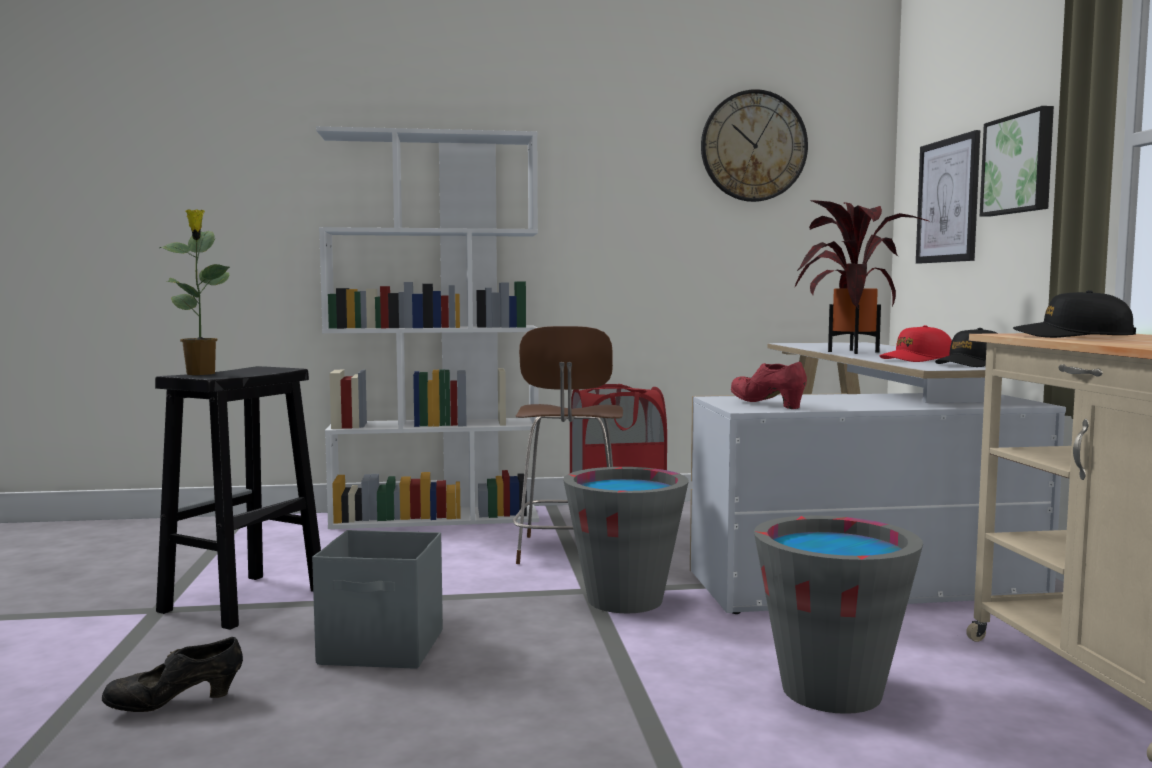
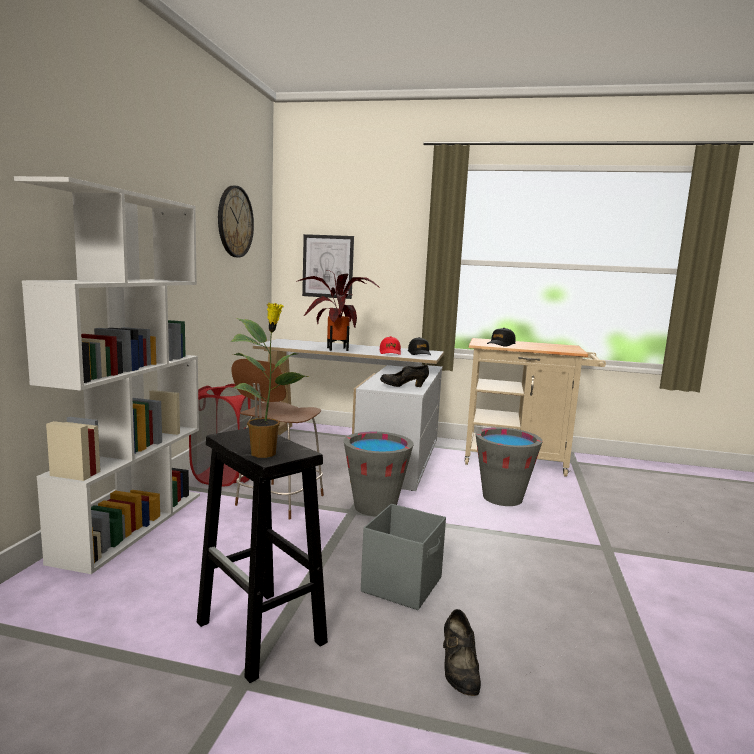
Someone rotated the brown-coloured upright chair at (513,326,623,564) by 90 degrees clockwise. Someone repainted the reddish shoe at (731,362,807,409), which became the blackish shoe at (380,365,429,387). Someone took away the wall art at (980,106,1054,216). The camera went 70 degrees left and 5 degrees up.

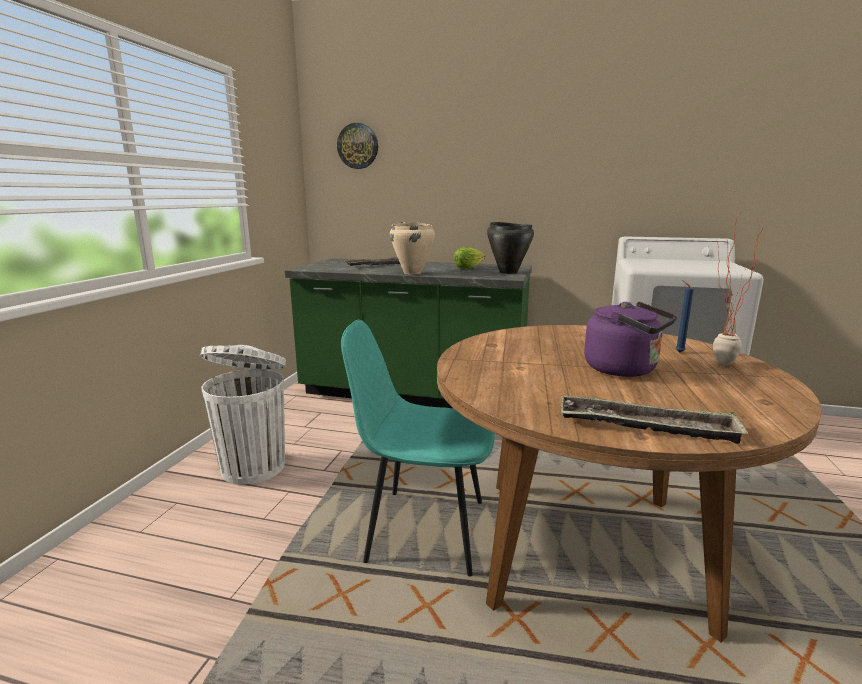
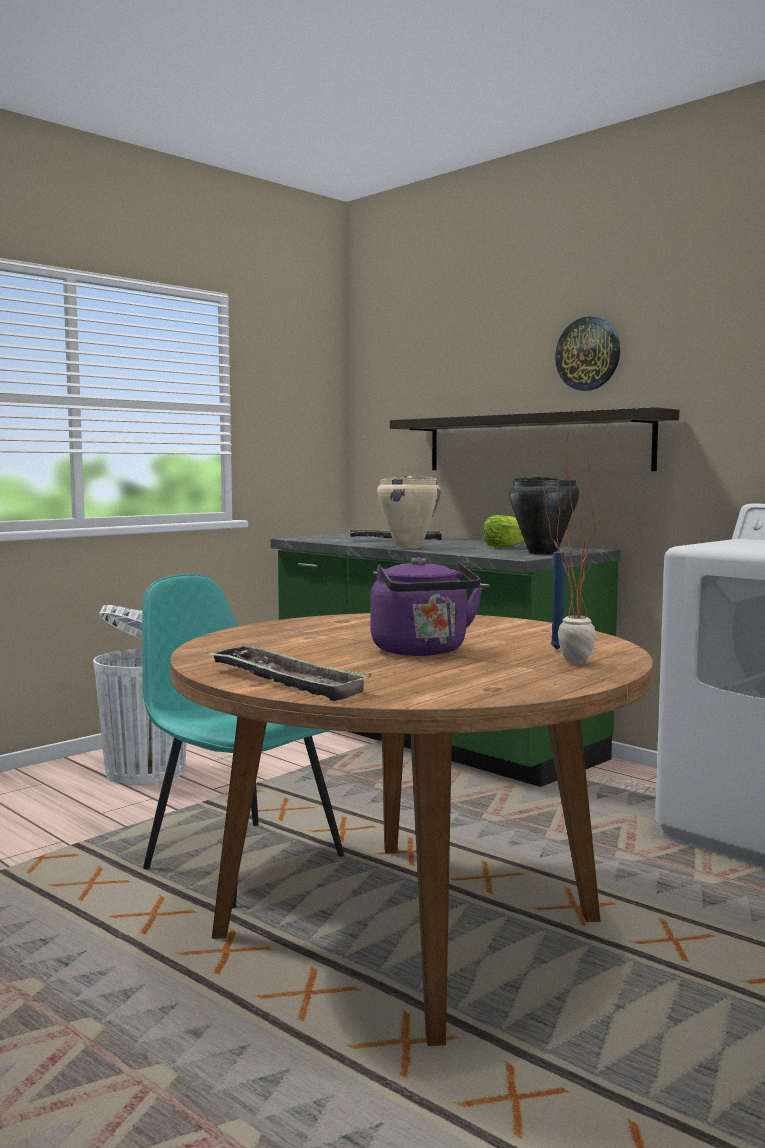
Someone carried the hanging clock from (337,123,378,169) to (555,316,620,391). Someone put up the shelf at (390,407,679,471). The camera went 30 degrees right and 10 degrees down.

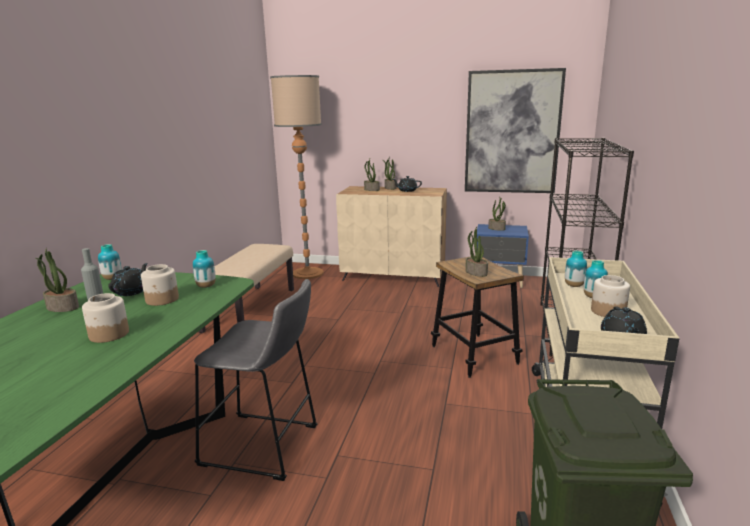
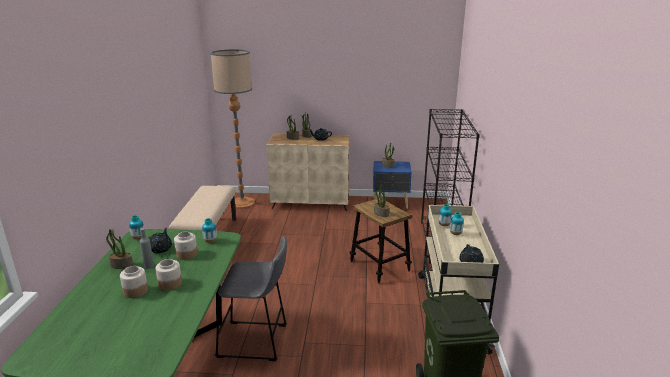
Someone took away the wall art at (465,68,566,193). Someone carried the storage jar from (591,275,630,317) to (120,266,148,298). The camera went 10 degrees left and 5 degrees up.

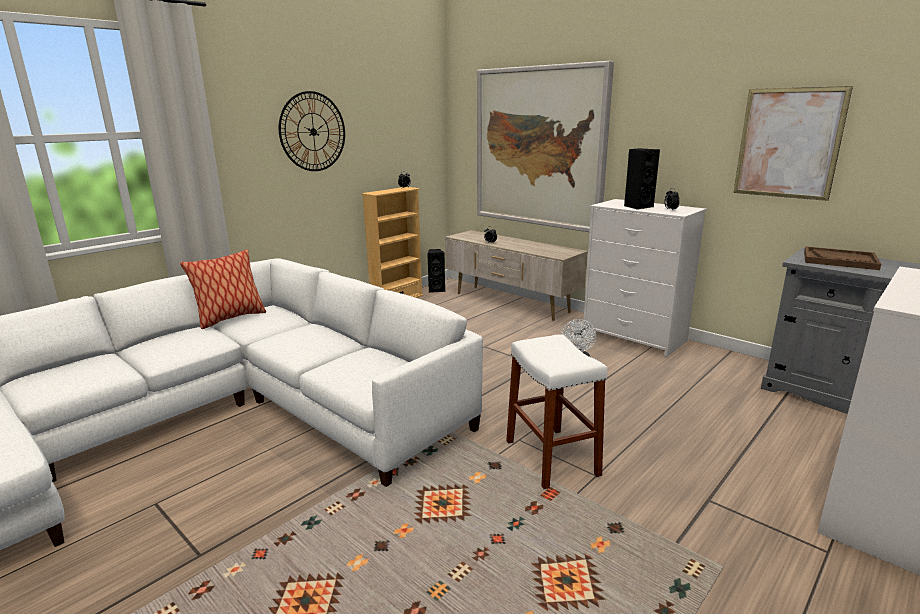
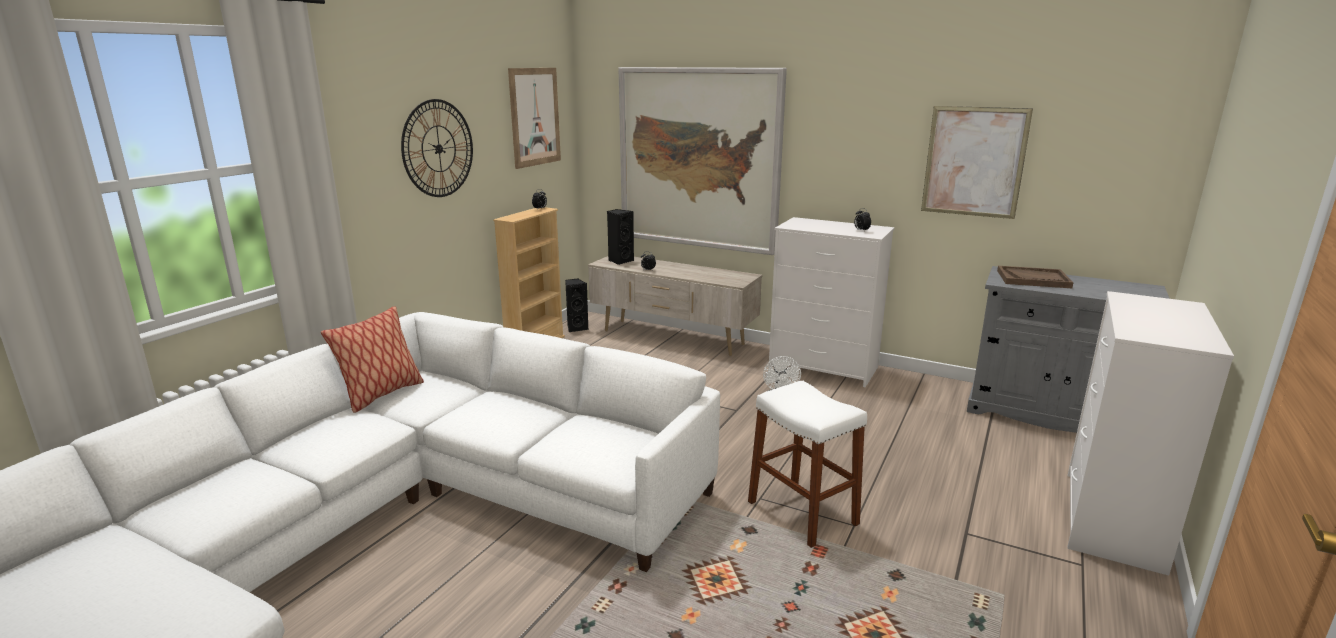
Someone carried the blackish speaker from (624,148,660,210) to (607,209,634,265). Someone put up the wall art at (508,68,561,169). The camera went 15 degrees left and 0 degrees up.

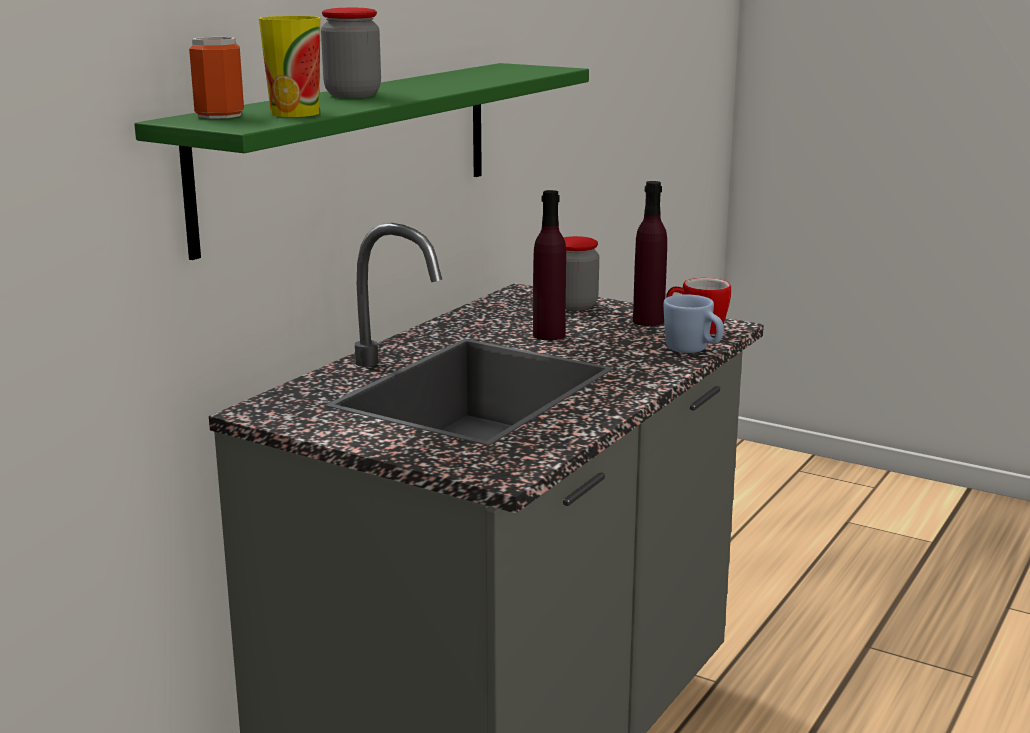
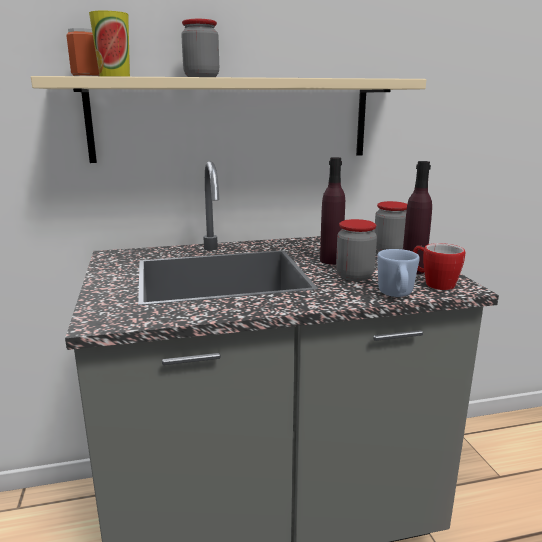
Someone repainted the green-coloured shelf at (134,63,589,260), which became the sand-coloured shelf at (31,76,426,163). Someone put down the storage jar at (336,219,377,281). The camera went 45 degrees right and 0 degrees up.

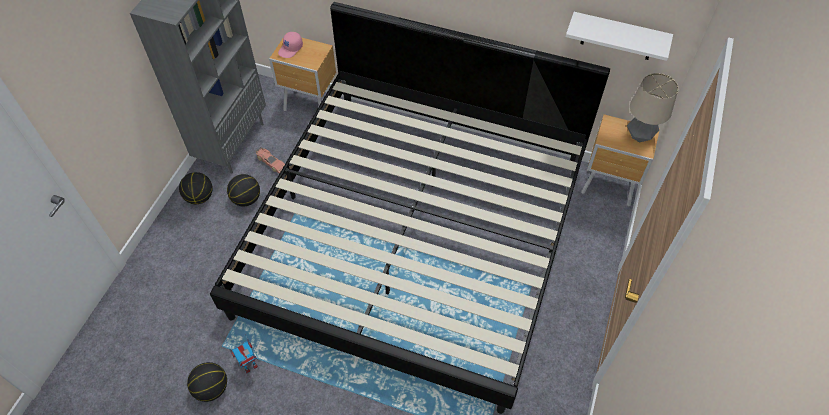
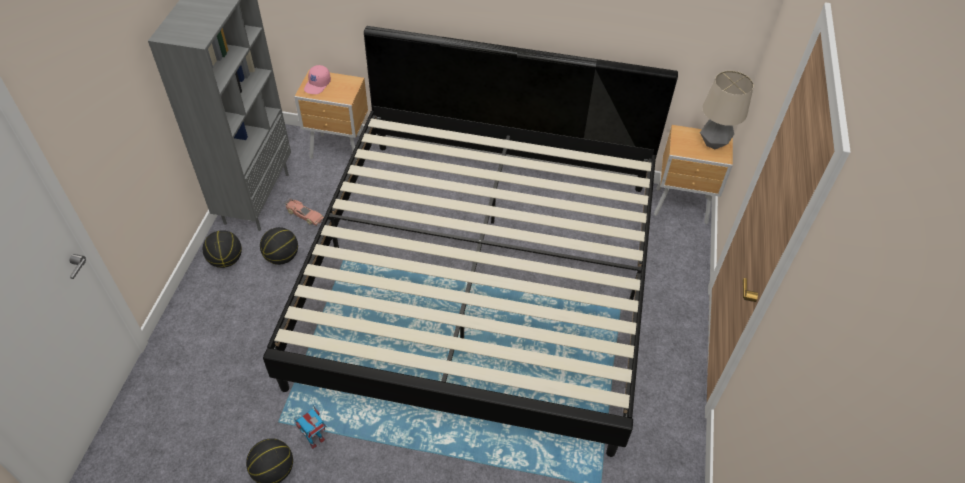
Someone took away the whitish shelf at (566,12,673,61). The camera went 10 degrees left and 5 degrees down.

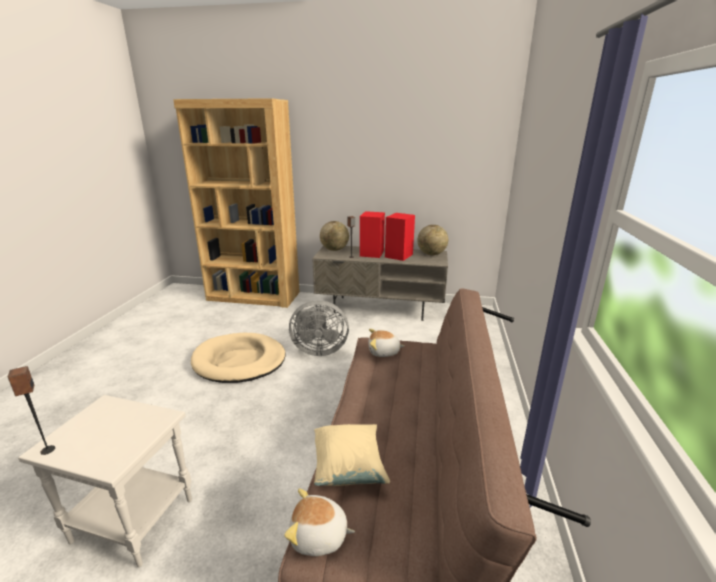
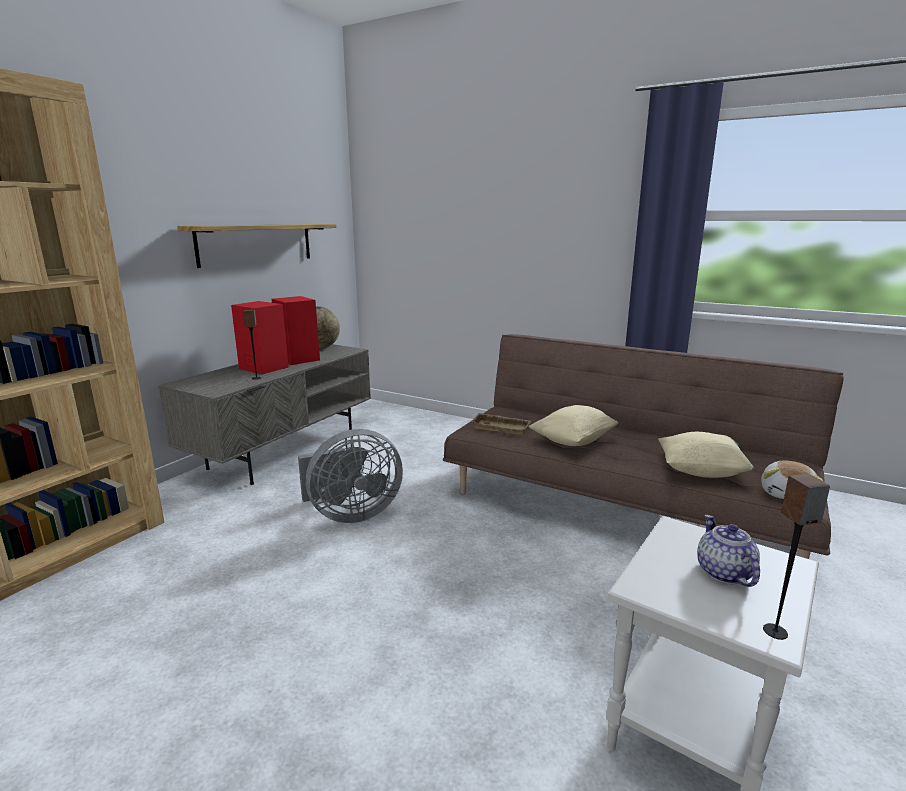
Someone took away the sand-coloured dog bed at (191,333,285,383). Someone rotated the greyish fan at (289,300,349,356) by 45 degrees clockwise. Someone took away the globe at (320,221,349,251). Someone swapped the plush toy at (368,329,404,357) for the sand-coloured carrying tray at (471,413,531,435). Someone put up the shelf at (177,224,337,268). Someone put down the sand-coloured throw pillow at (529,405,619,446). Someone put down the pot for tea at (697,515,760,587). The camera went 70 degrees left and 5 degrees down.

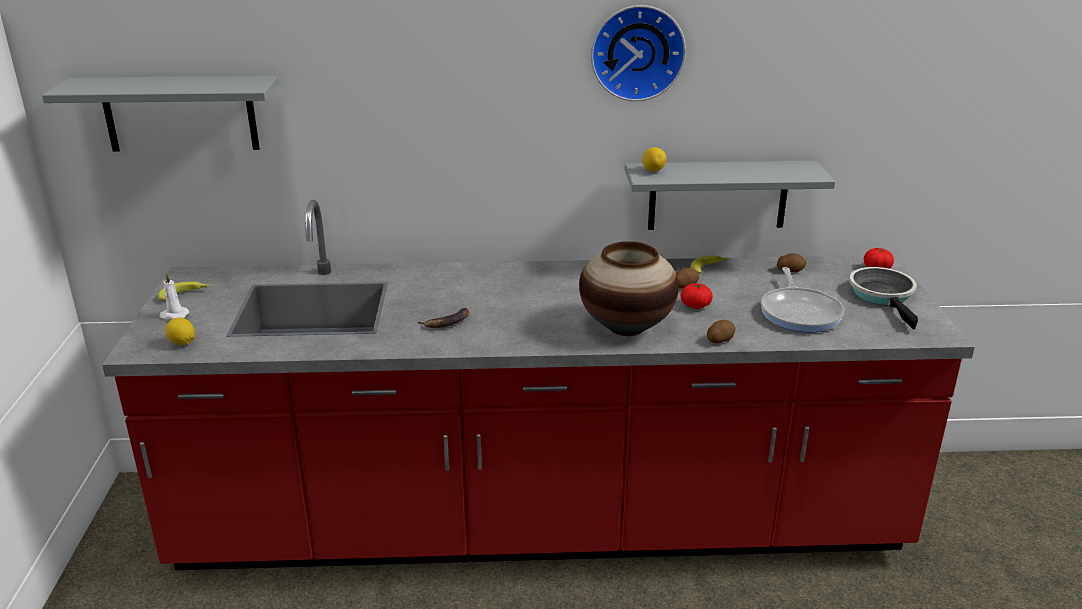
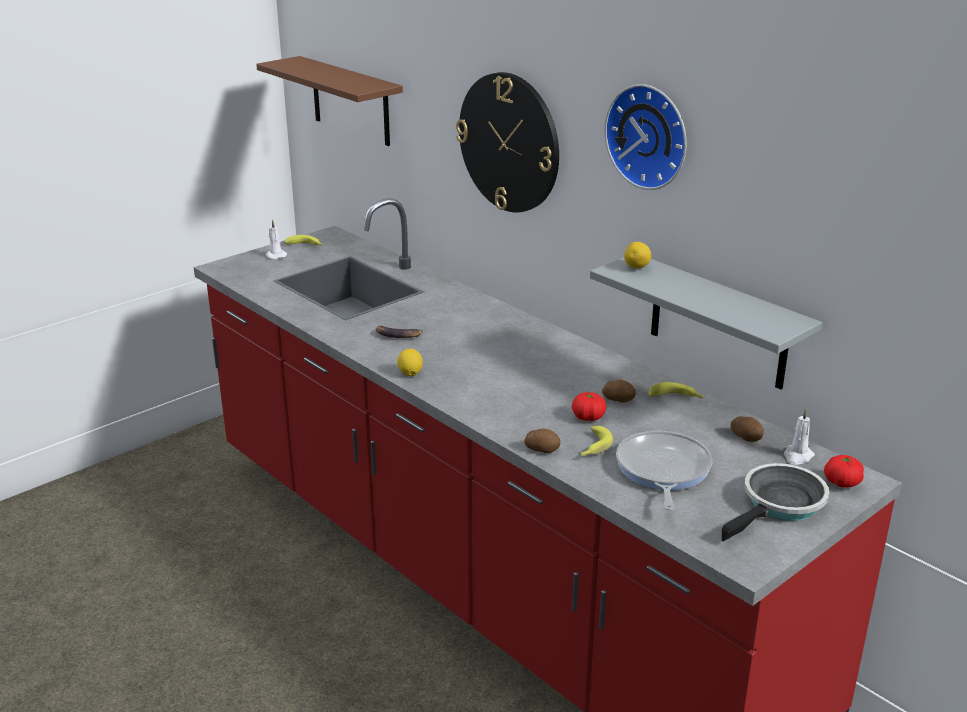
Someone repainted the greyish shelf at (42,76,279,152), which became the brown-coloured shelf at (256,56,403,146). Someone carried the whole lemon from (165,317,195,345) to (397,349,423,376). Someone took away the flower vase at (579,241,679,336). Someone rotated the pan at (761,267,844,333) by 135 degrees clockwise. Someone put up the hanging clock at (456,72,559,213). Someone put down the banana fruit at (581,426,613,456). Someone put down the whitish wax candle at (784,408,815,465). The camera went 50 degrees right and 0 degrees up.

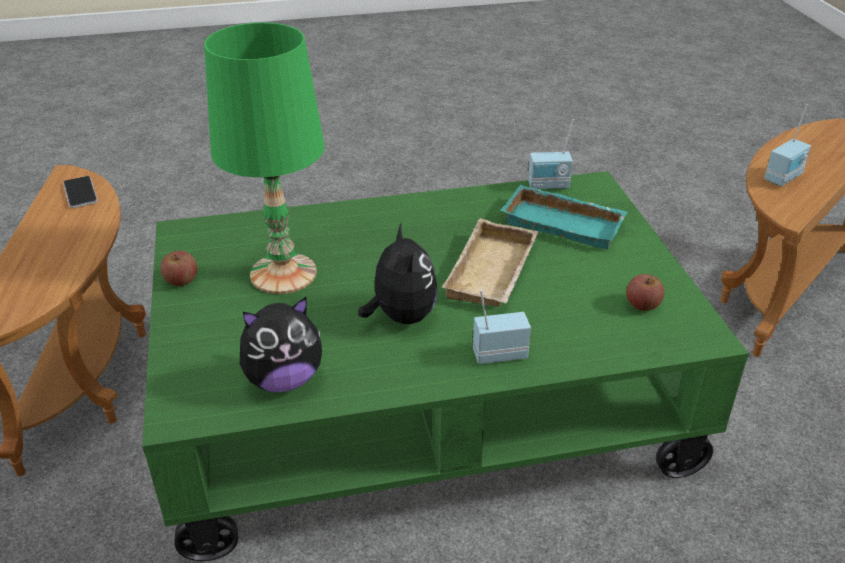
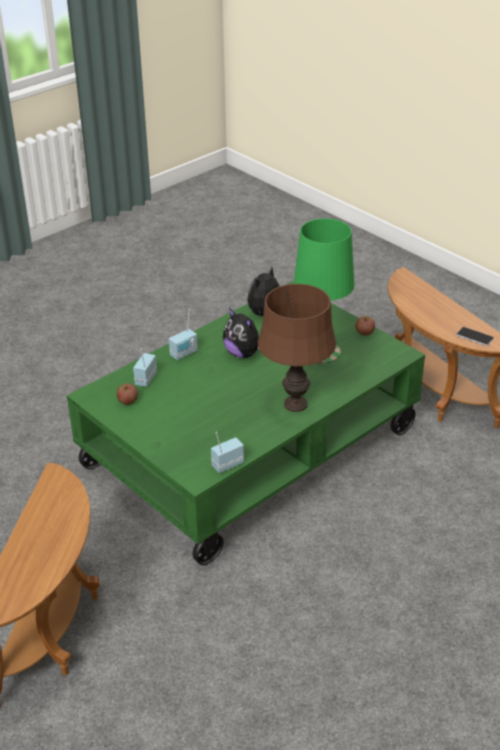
Someone took away the sand-coloured carrying tray at (442,218,539,307). Someone took away the turquoise carrying tray at (501,185,628,249). Someone carried the radio from (764,104,811,186) to (133,348,157,387). Someone put down the brown-coloured table lamp at (258,284,336,412). The camera went 150 degrees right and 0 degrees up.

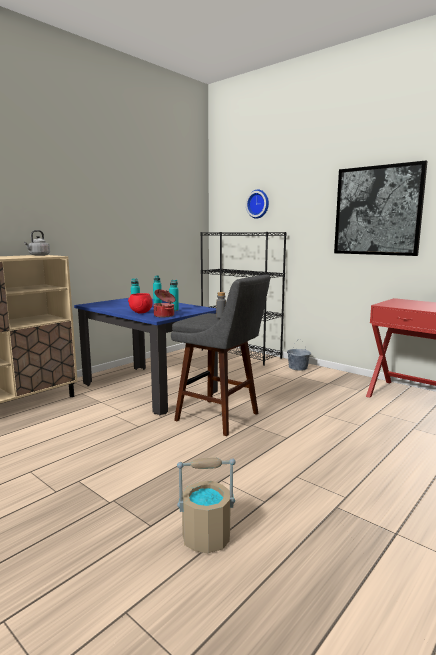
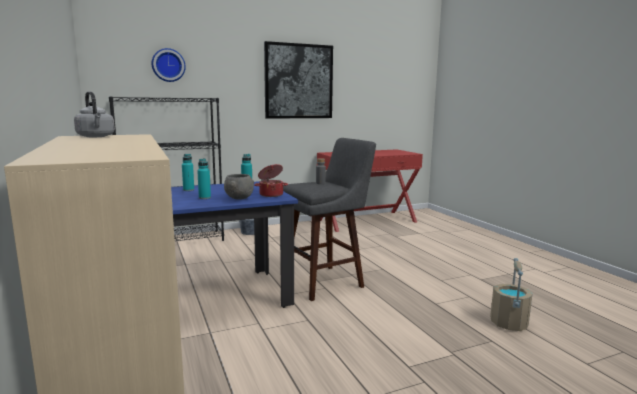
Someone repainted the reddish bowl at (128,293,153,314), which became the greyish bowl at (224,174,254,200). The camera went 65 degrees left and 0 degrees up.

